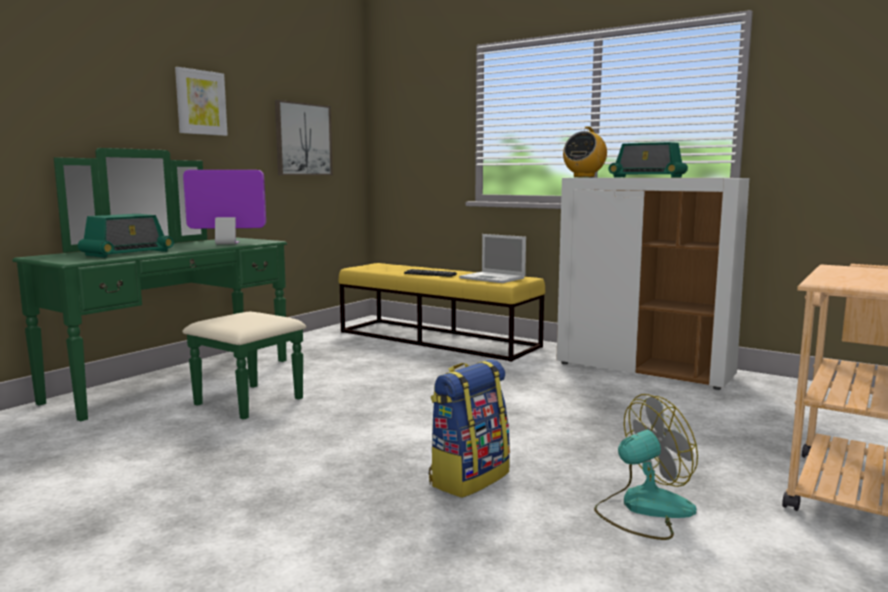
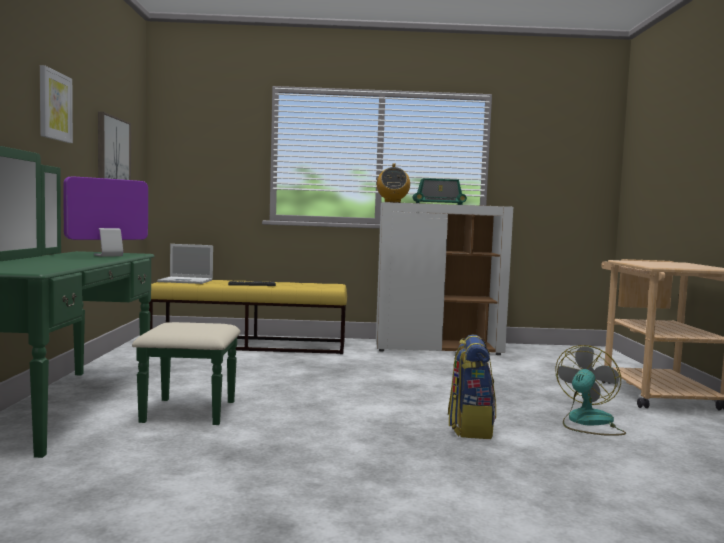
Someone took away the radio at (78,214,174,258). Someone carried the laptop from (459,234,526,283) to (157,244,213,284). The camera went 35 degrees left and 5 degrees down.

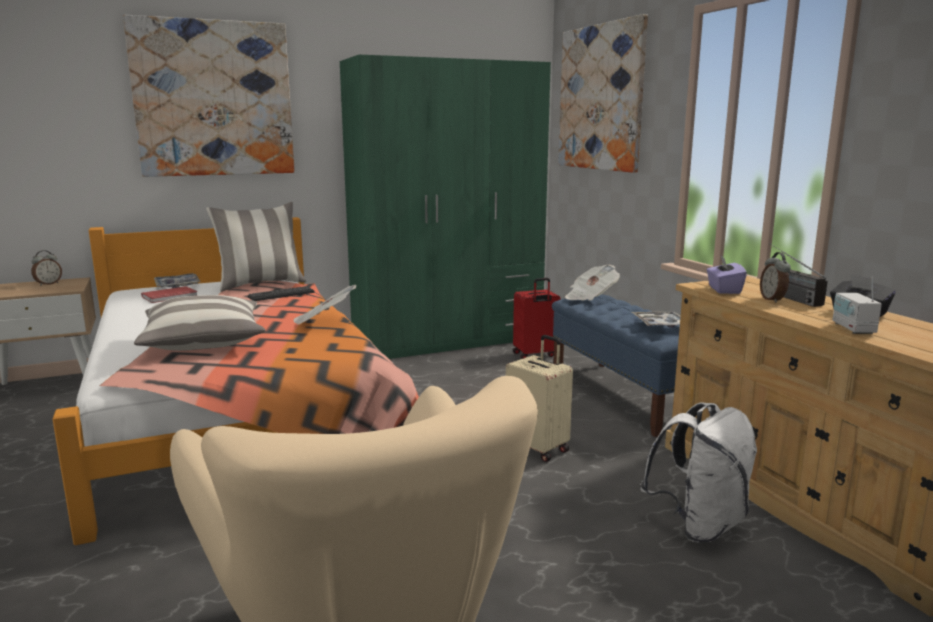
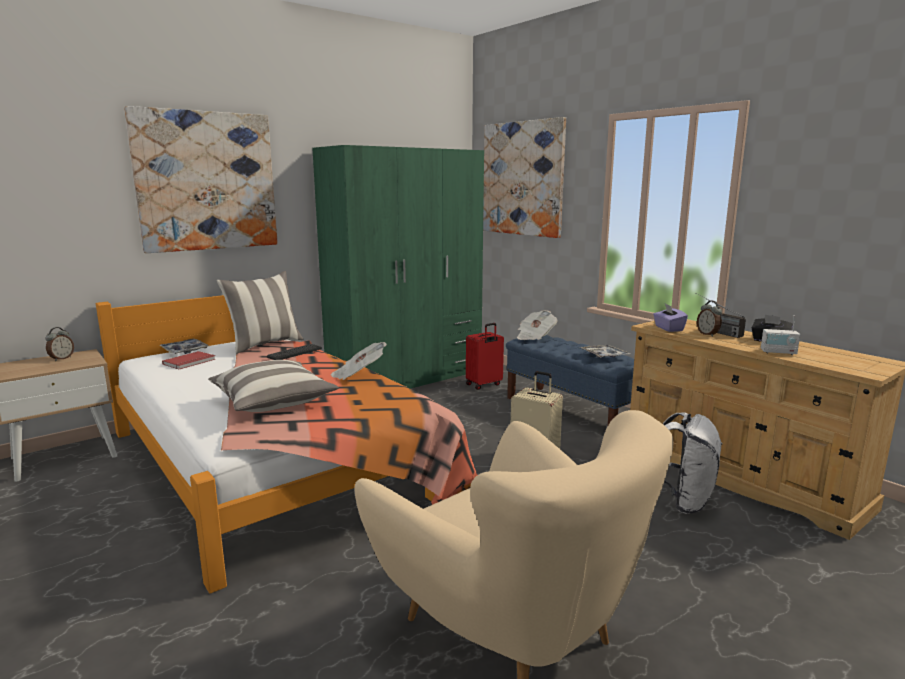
Someone rotated the radio at (832,276,882,334) by 60 degrees counterclockwise. The camera went 15 degrees left and 0 degrees up.

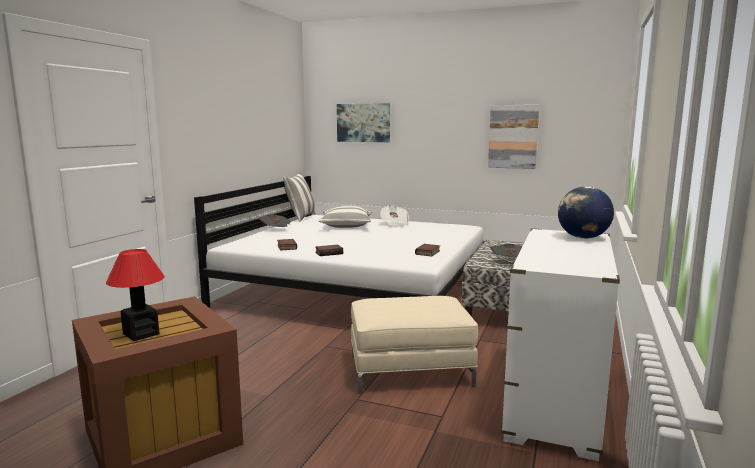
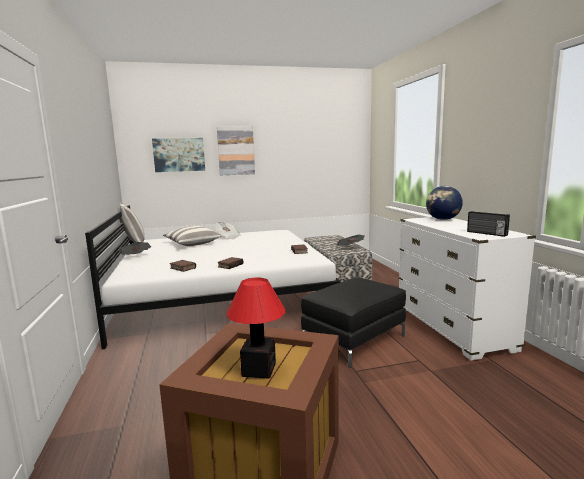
Someone repainted the sand-coloured footrest at (351,296,478,395), which became the blackish footrest at (301,277,406,368). Someone carried the wall art from (488,105,539,169) to (217,126,255,175). Someone put down the radio at (467,211,510,237). The camera went 35 degrees left and 0 degrees up.

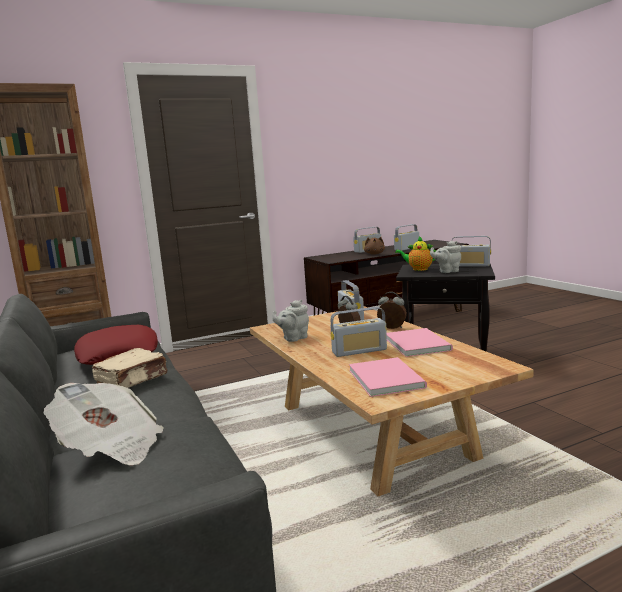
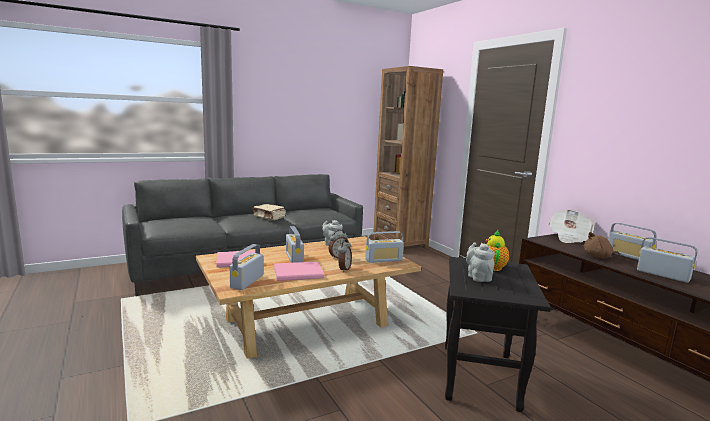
Someone carried the printed paper from (44,383,164,465) to (549,209,595,243). Someone took away the reddish throw pillow at (74,325,158,365). Someone carried the radio from (451,236,491,266) to (230,244,263,290). The camera went 85 degrees right and 0 degrees up.

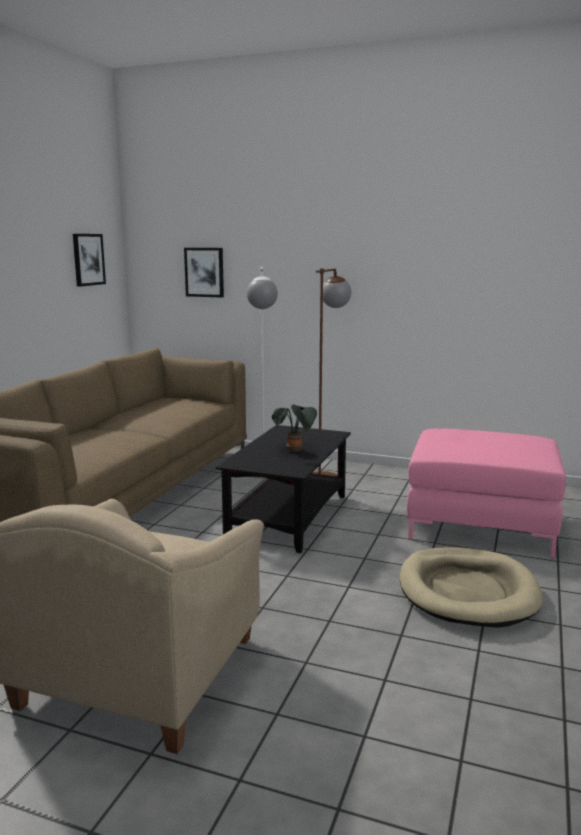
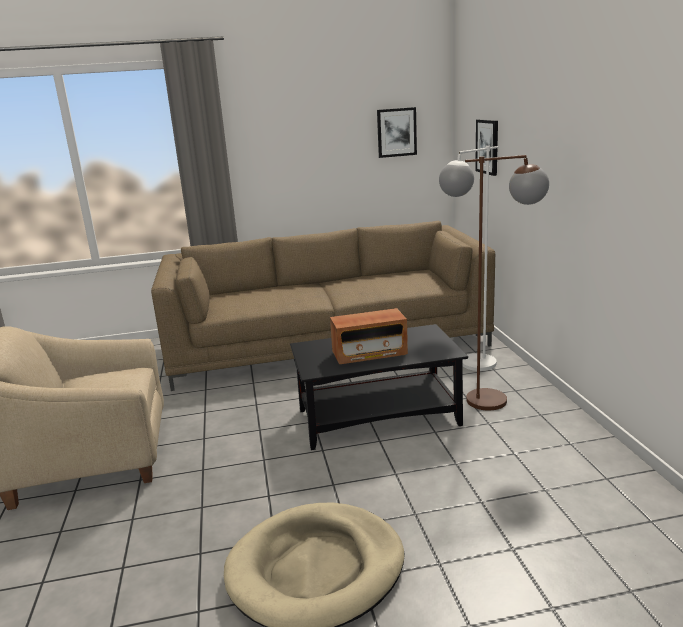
Someone swapped the plant in a pot at (272,405,317,452) for the radio at (330,308,408,364). Someone took away the pink footrest at (407,428,566,557). The camera went 60 degrees right and 5 degrees up.

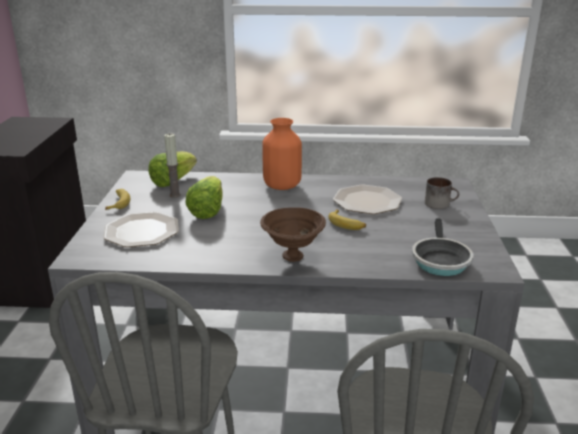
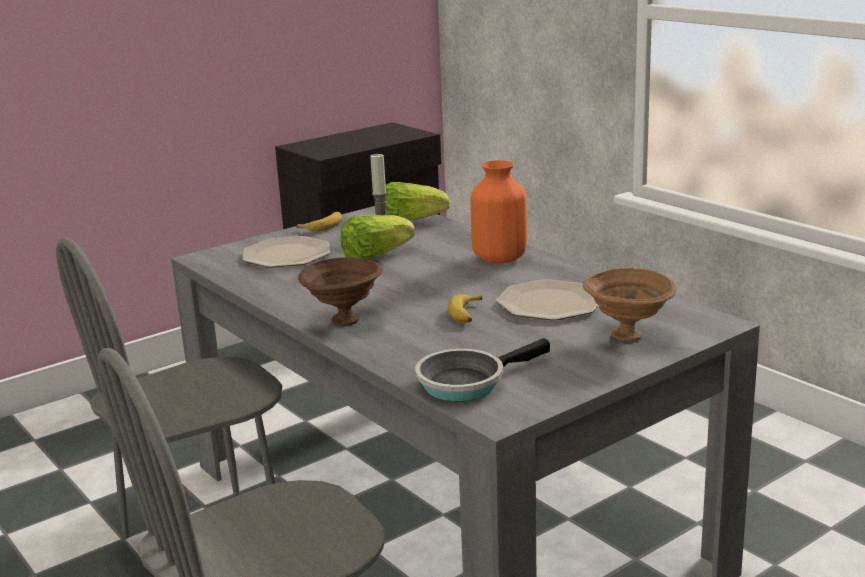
Someone swapped the mug at (425,177,459,209) for the brown-coloured bowl at (583,268,677,341). The camera went 50 degrees right and 5 degrees down.

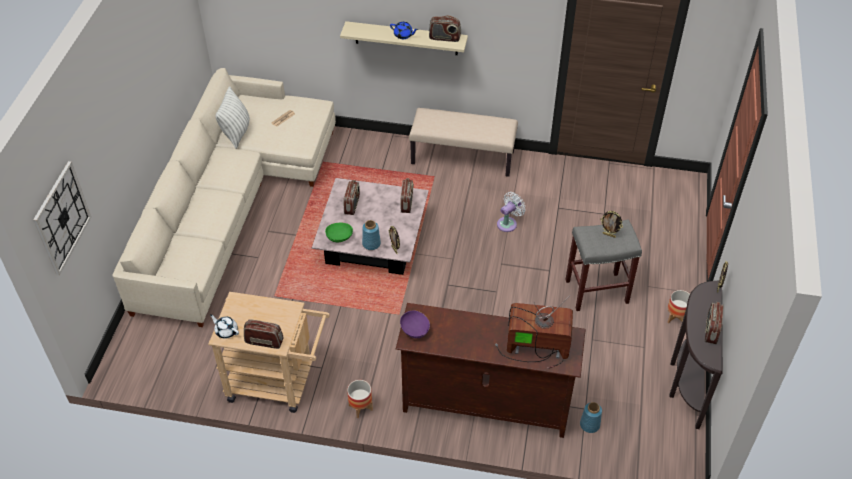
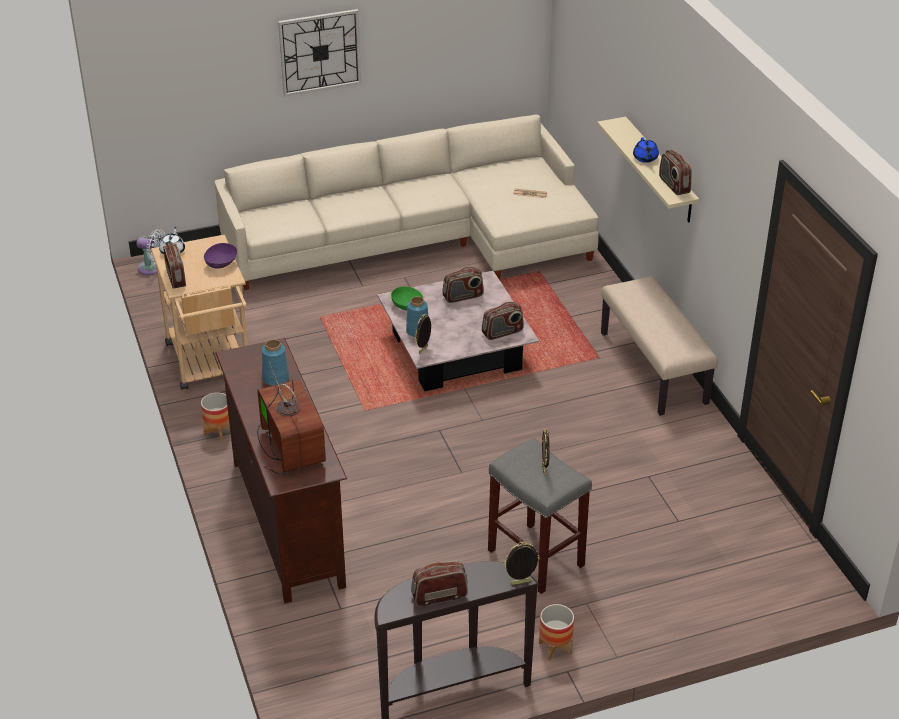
Someone carried the hanging clock from (33,161,91,275) to (278,9,361,96). Someone took away the throw pillow at (215,87,250,149). Someone carried the purple-coloured bowl from (400,310,430,339) to (204,243,238,269). Someone carried the whitish fan from (497,192,526,232) to (137,229,166,275). Someone carried the bluish flower vase from (580,402,602,433) to (262,339,289,386). The camera went 60 degrees right and 10 degrees down.

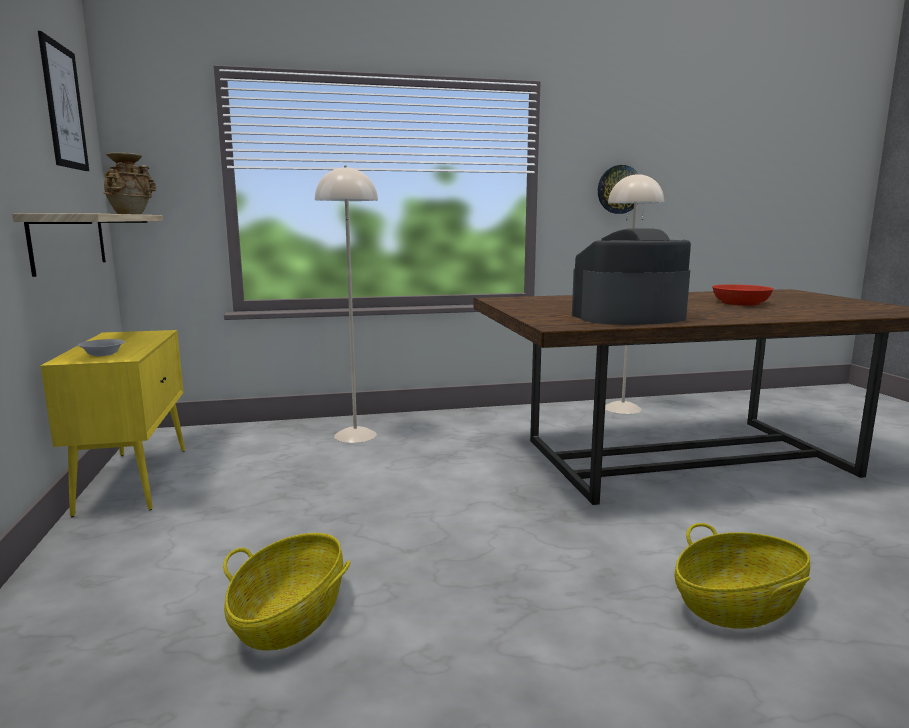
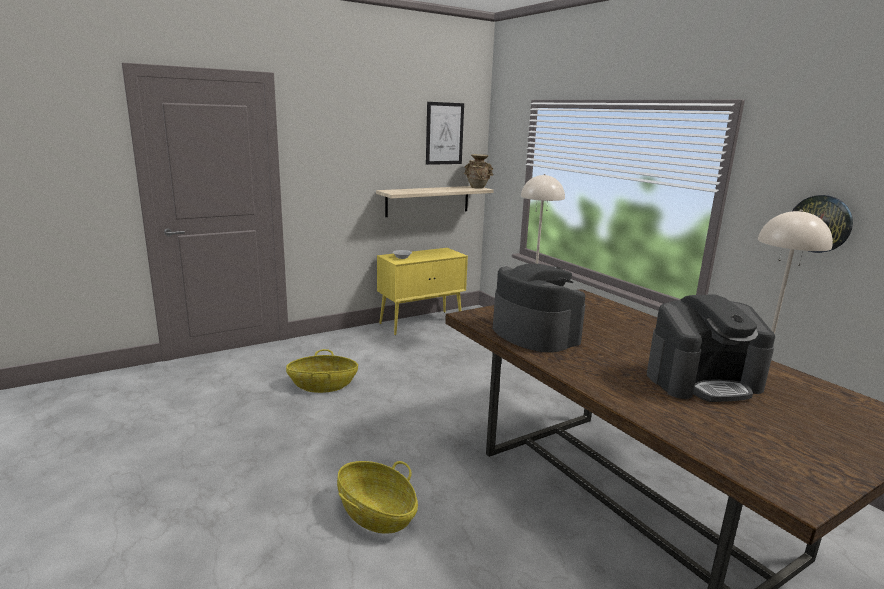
Someone swapped the reddish bowl at (712,284,774,306) for the coffee machine at (647,294,775,402). The camera went 70 degrees right and 5 degrees up.

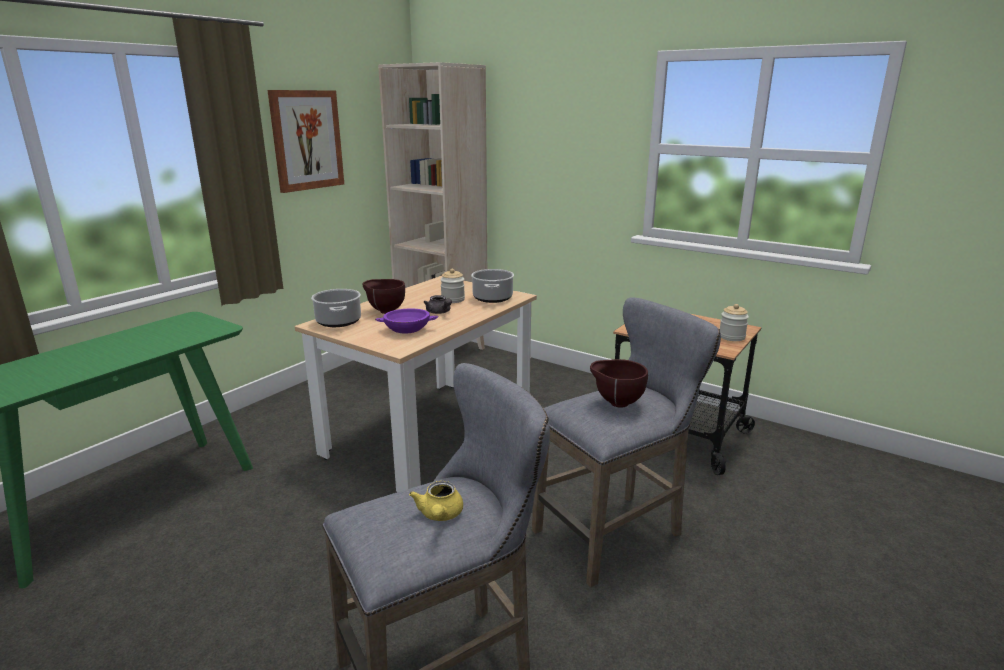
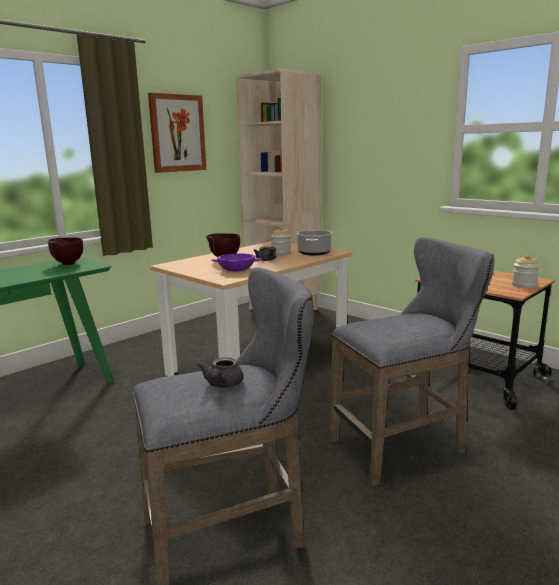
Someone took away the stockpot at (311,289,361,327). Someone repainted the yellow-coloured pot for tea at (409,481,463,521), which became the greyish pot for tea at (197,357,244,388). Someone carried the brown-coloured bowl from (590,359,648,408) to (48,238,83,265). The camera went 10 degrees right and 5 degrees down.

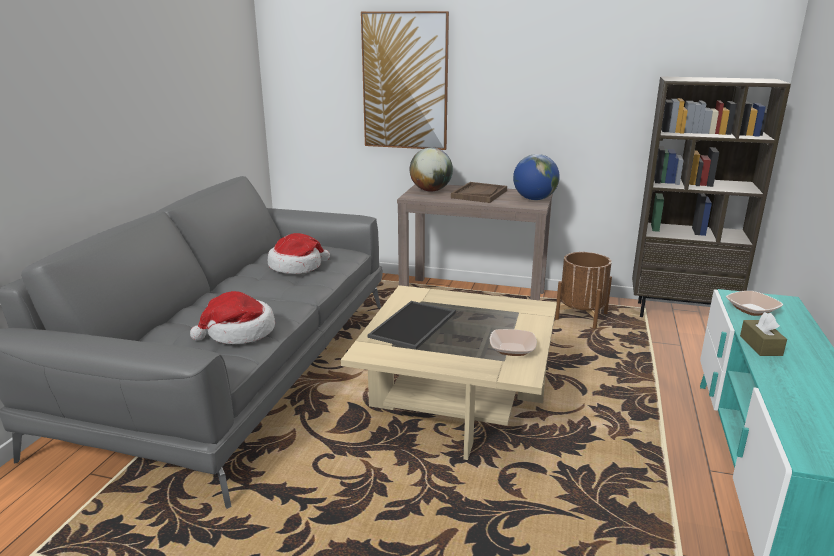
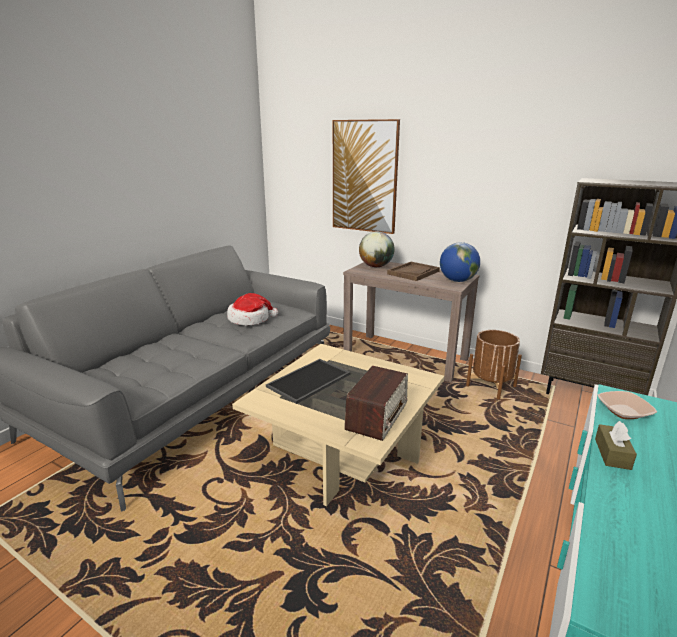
Someone took away the wearable hat at (190,291,275,344). Someone swapped the bowl at (490,329,537,356) for the radio at (344,366,408,441). The camera went 15 degrees right and 0 degrees up.

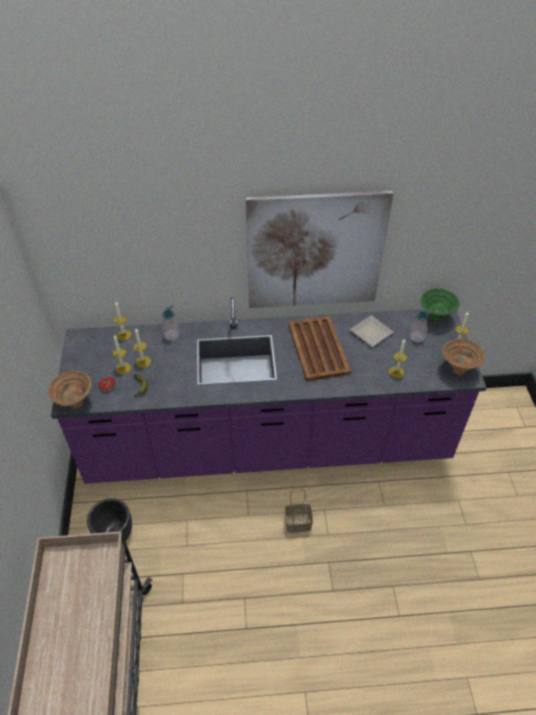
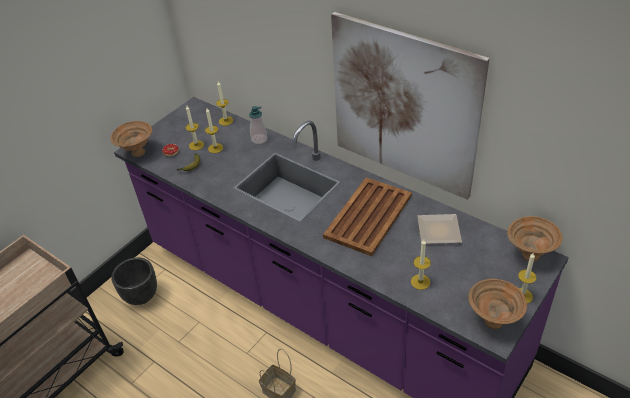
Someone took away the liquid soap bottle at (409,309,430,342). Someone repainted the green-coloured bowl at (421,289,460,322), which became the brown-coloured bowl at (507,216,563,261). The camera went 45 degrees right and 5 degrees down.

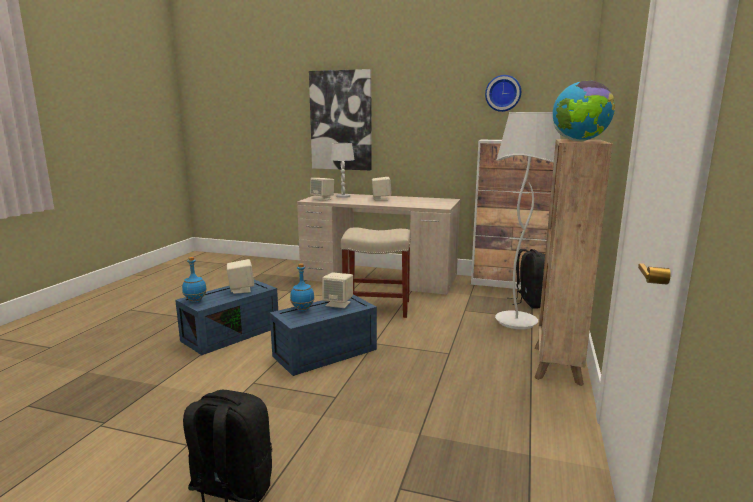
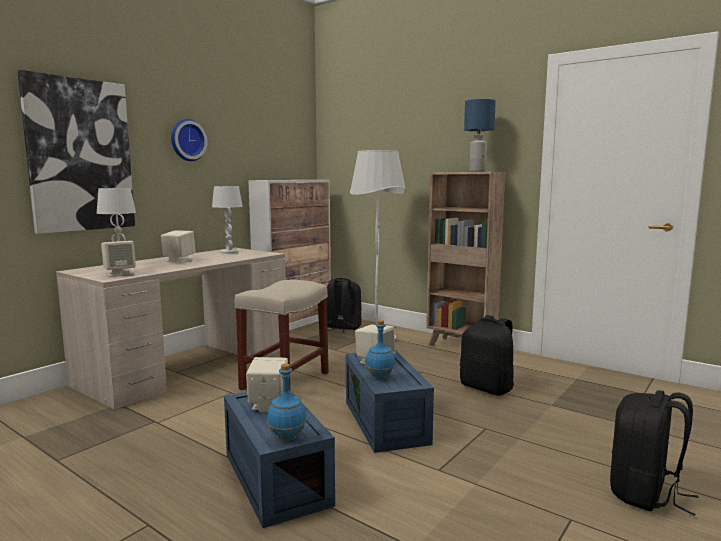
Someone carried the hanging clock from (485,75,521,112) to (171,119,207,161). Someone swapped the globe at (553,81,615,141) for the bluish table lamp at (464,99,496,172). Someone put down the whitish table lamp at (212,186,243,254). Someone put down the blackish knapsack at (460,315,514,396). The camera went 70 degrees left and 5 degrees down.

